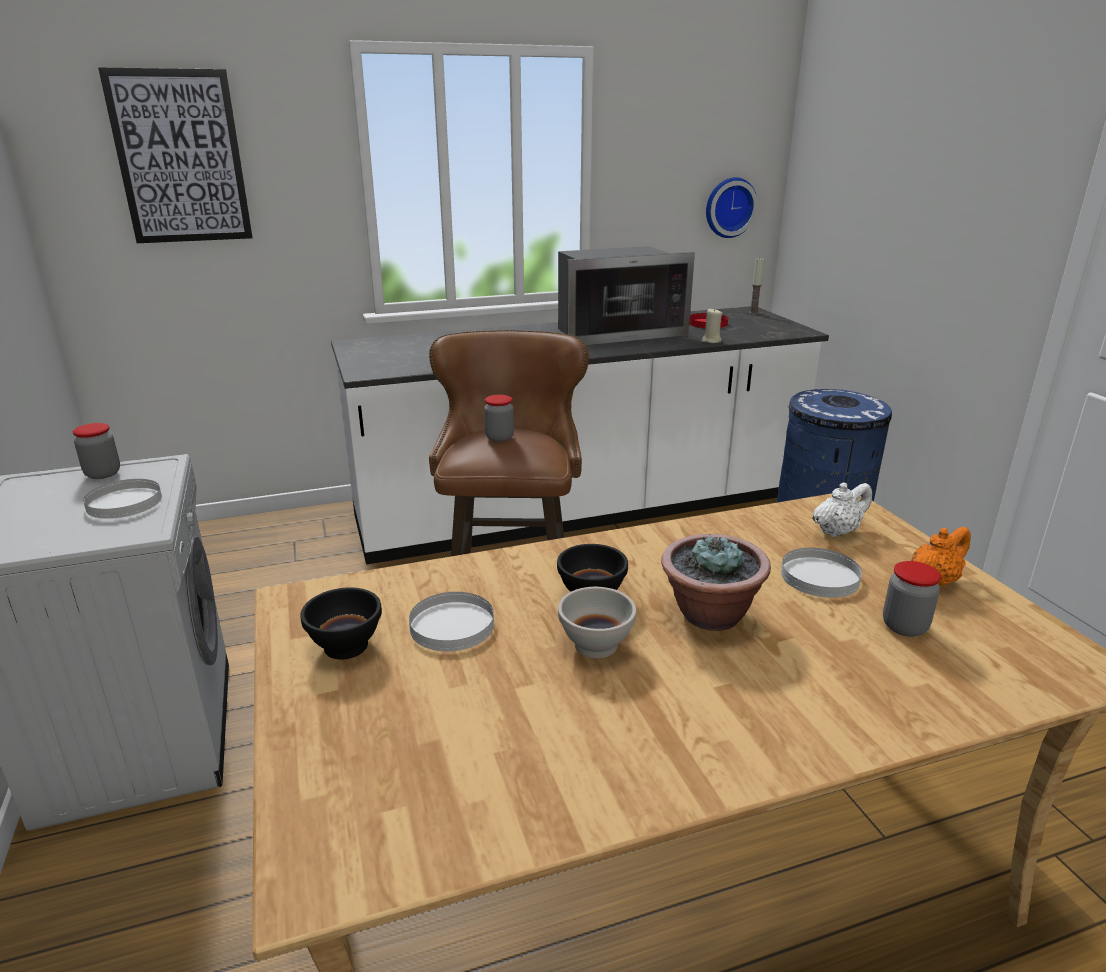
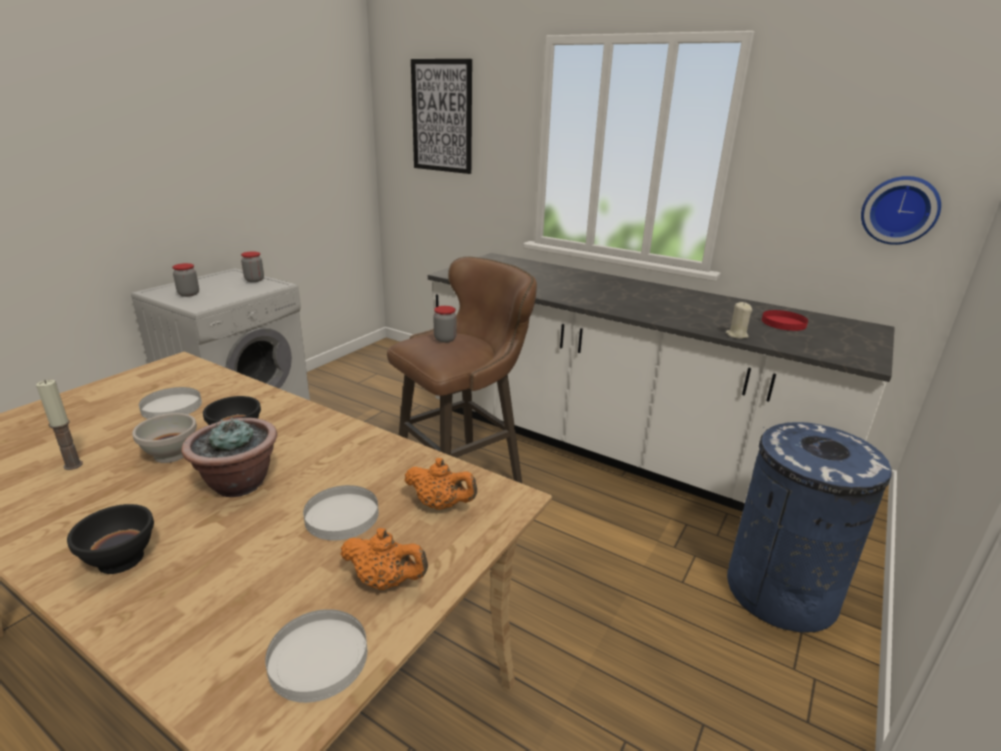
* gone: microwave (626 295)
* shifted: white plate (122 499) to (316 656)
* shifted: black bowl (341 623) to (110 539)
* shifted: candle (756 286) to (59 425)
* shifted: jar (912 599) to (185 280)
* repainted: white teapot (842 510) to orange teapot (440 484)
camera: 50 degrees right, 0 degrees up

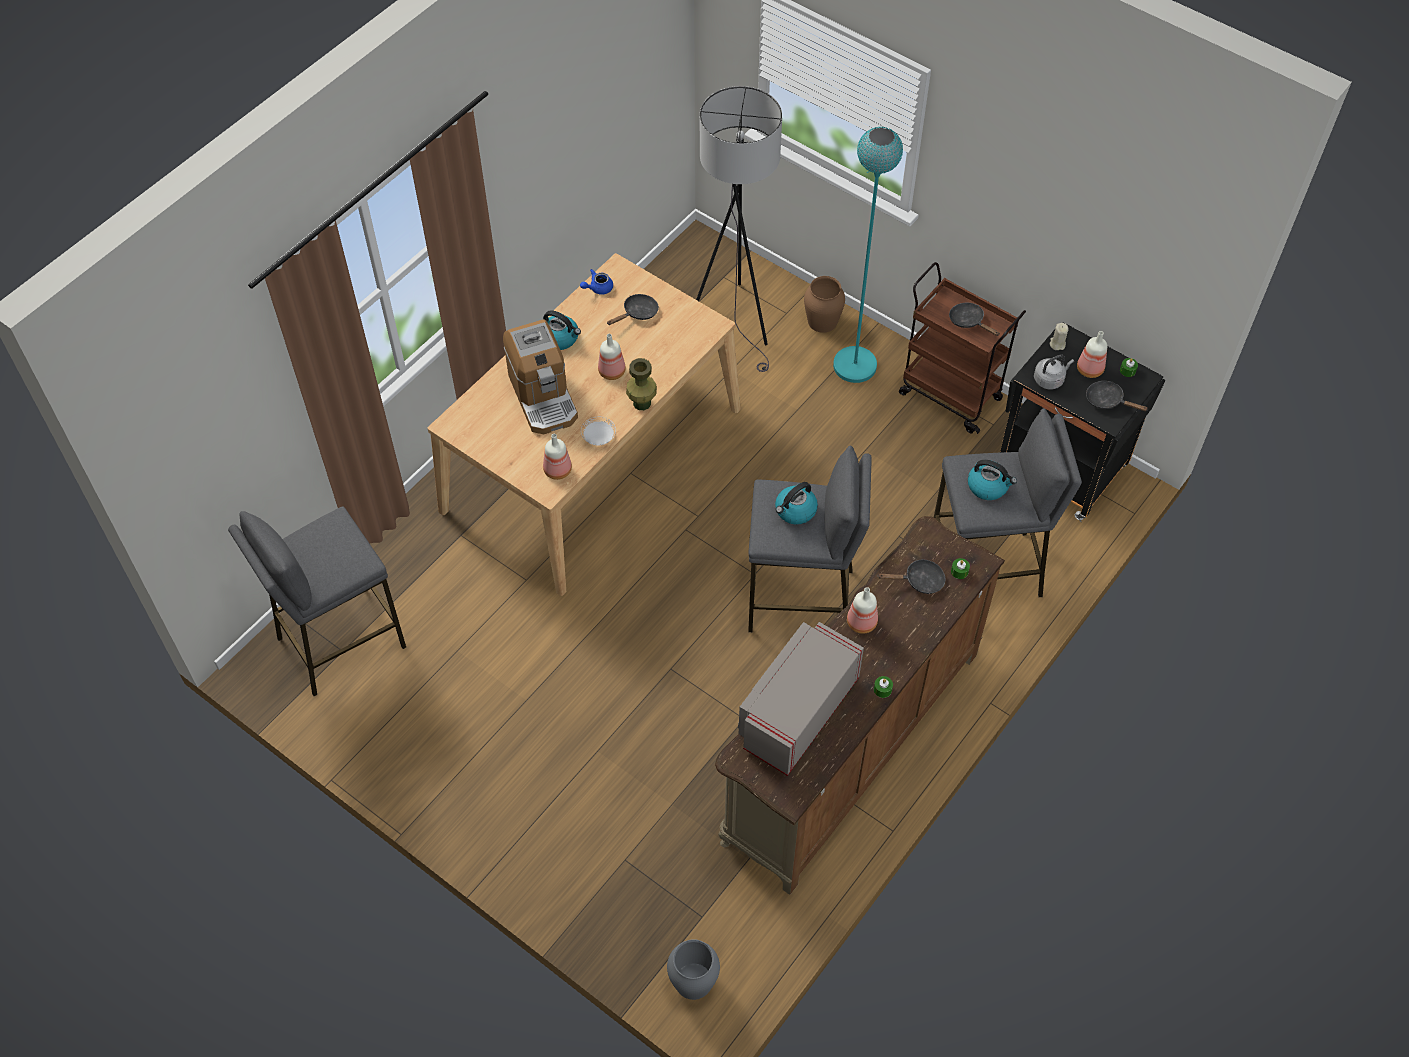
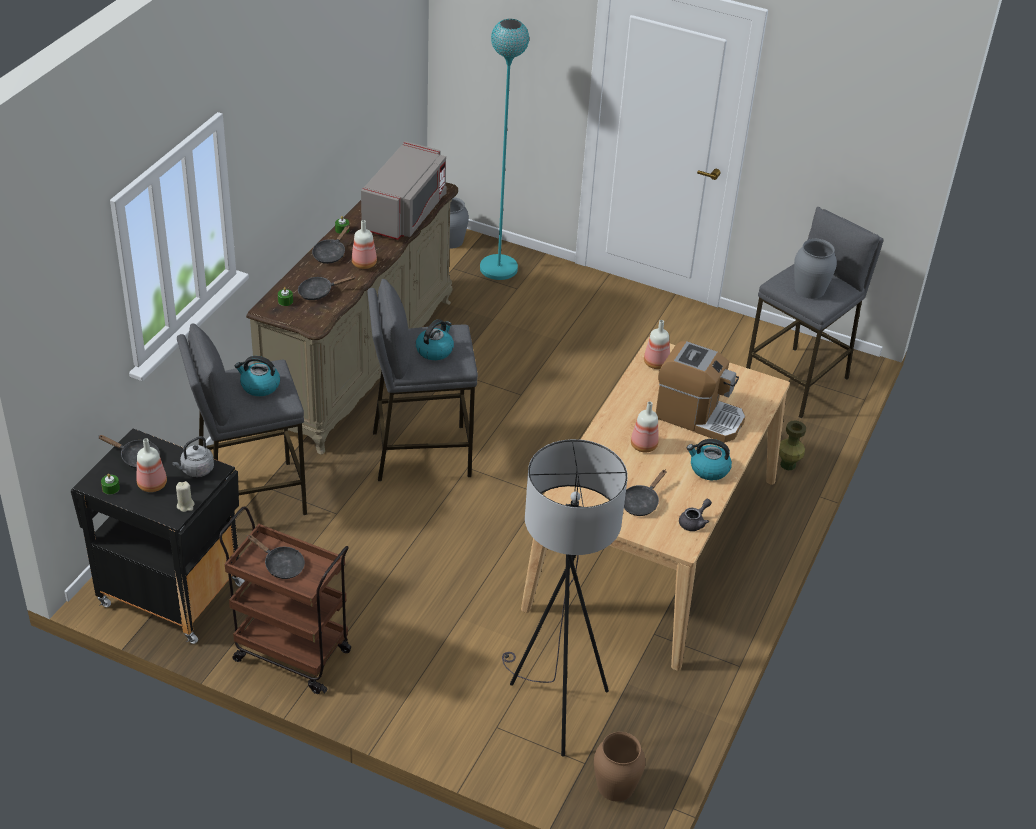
* gone: white plate (598 431)
* new: black frying pan (331 244)
* new: grey vase (815 269)
* shifted: green vase (641 384) to (792 445)
* shifted: brown vase (824 304) to (619 767)
* shifted: turquoise floor lamp (868 255) to (504 149)
* repainted: blue teapot (596 282) to grey teapot (695 515)
* rotated: coffee machine (540 376) = (700 392) 150 degrees clockwise
camera: 165 degrees right, 15 degrees down

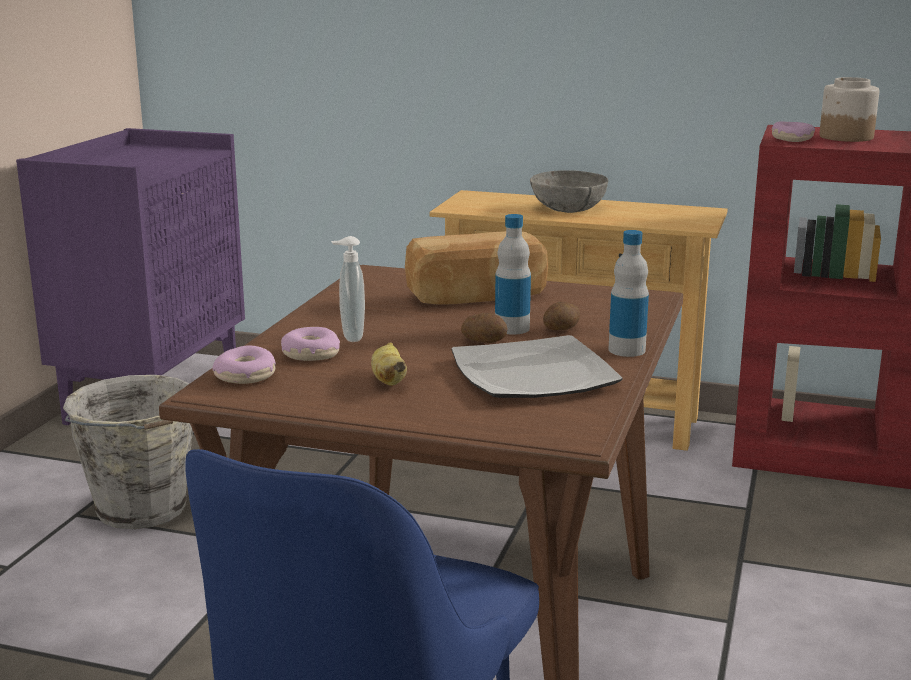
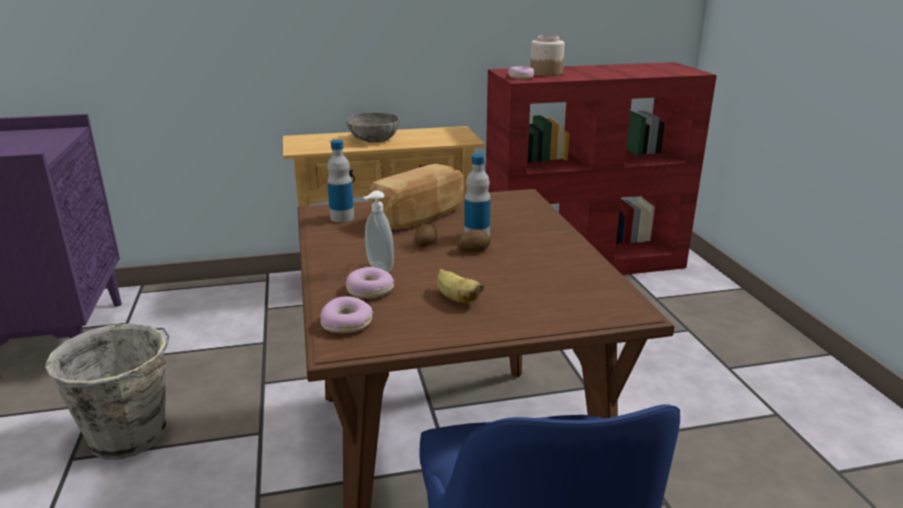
* gone: plate (537 366)
* shifted: potato (561 315) to (426 235)
* shifted: bottle (629 293) to (340 181)
camera: 30 degrees left, 5 degrees up

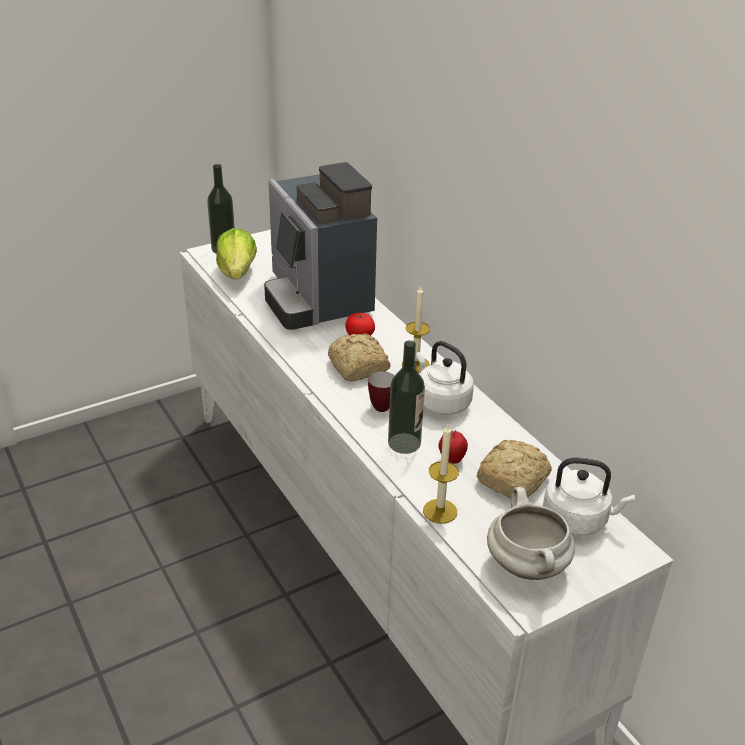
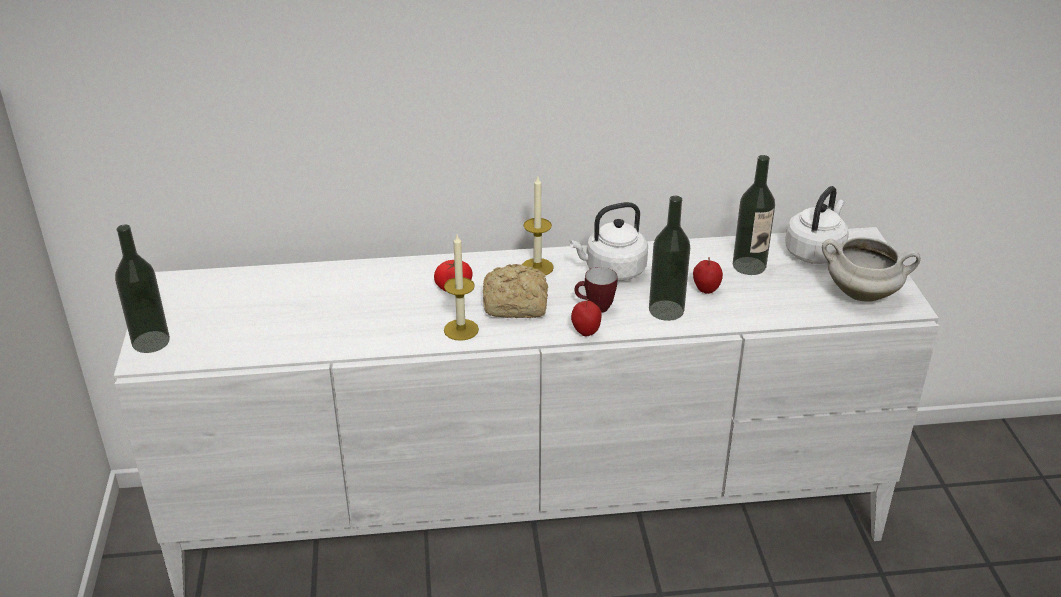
* gone: lettuce (236 253)
* gone: coffee machine (320 246)
* new: apple (586 317)
* shifted: candle (441 474) to (461 288)
* swapped: bread (514 469) to bottle (754 215)
camera: 65 degrees left, 0 degrees up

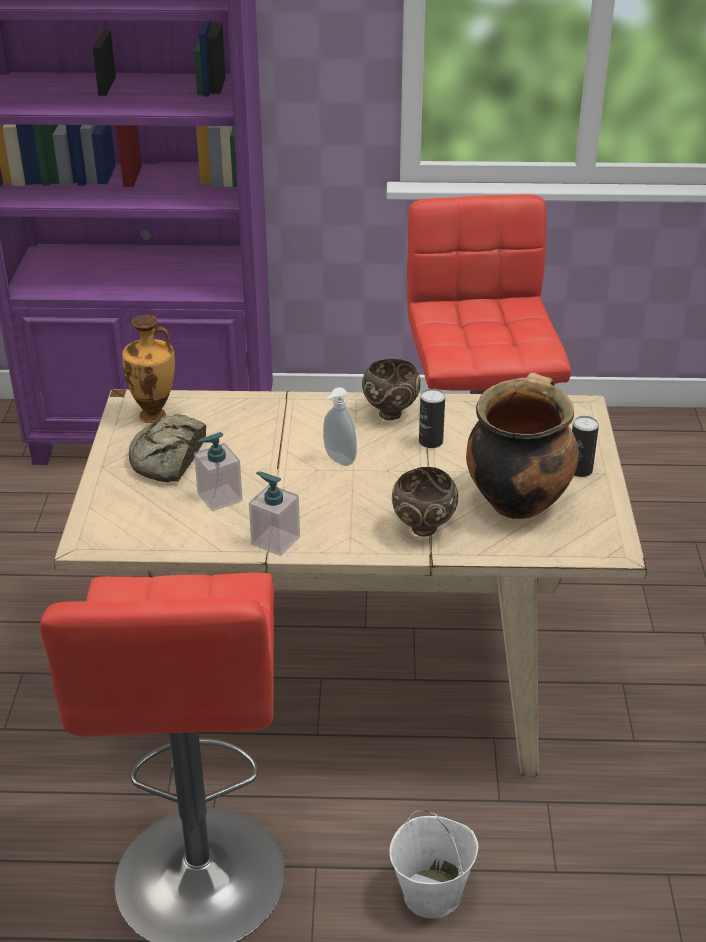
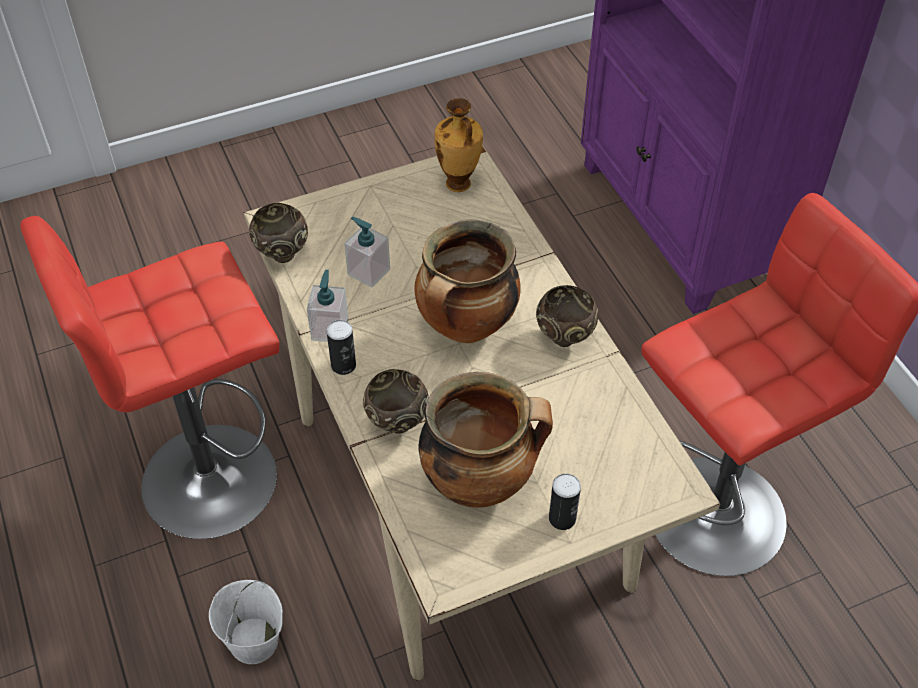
* gone: bread (167 448)
* new: brown bowl (278 233)
* shifted: can (432 418) to (341 347)
* swapped: soap dispenser (340 426) to cooking pot (467 281)
camera: 65 degrees right, 15 degrees up

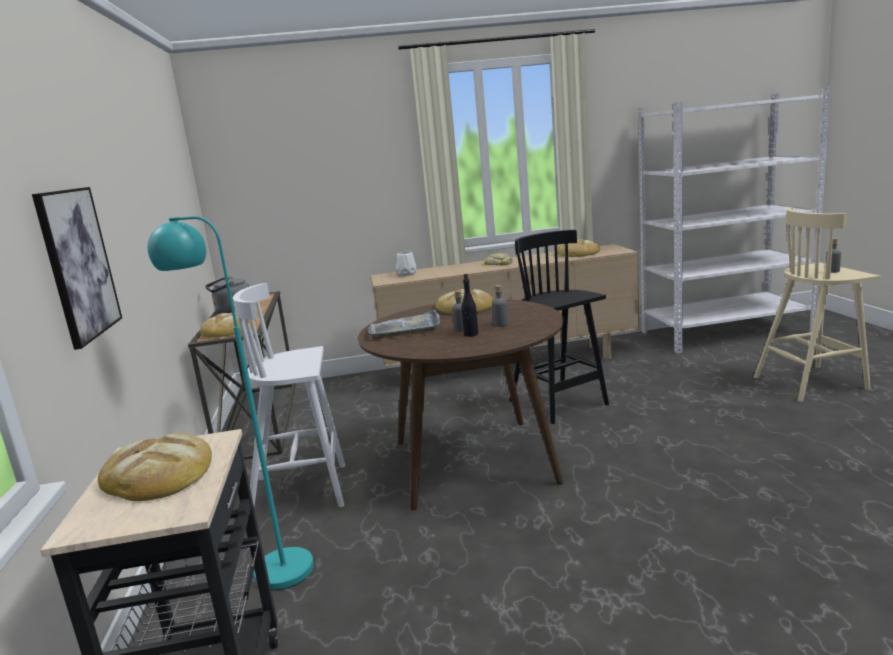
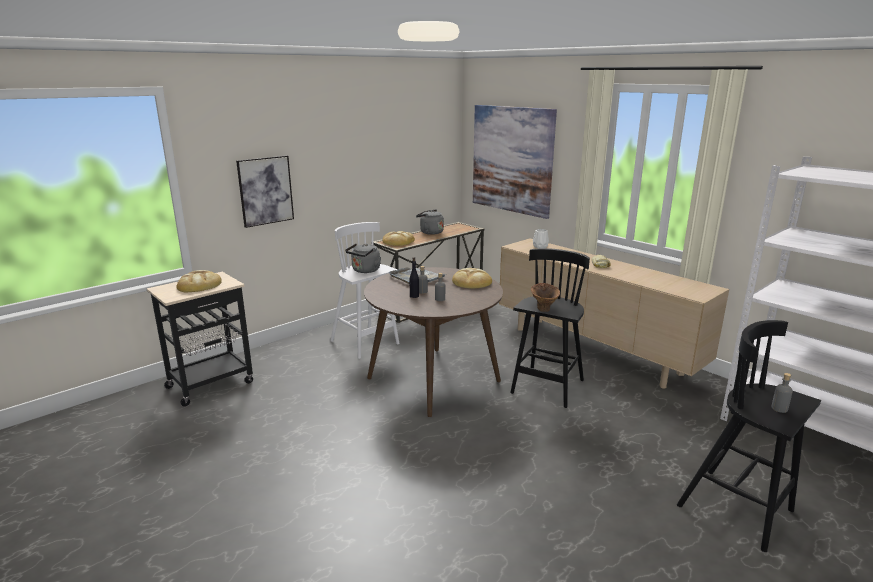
* gone: turquoise floor lamp (231 403)
* gone: bread (578 248)
* new: grey kettle (363 258)
* new: picture (515 162)
* new: brown vase (545 297)
* repainted: beige stool (817 304) to black stool (749 436)
camera: 55 degrees right, 5 degrees up

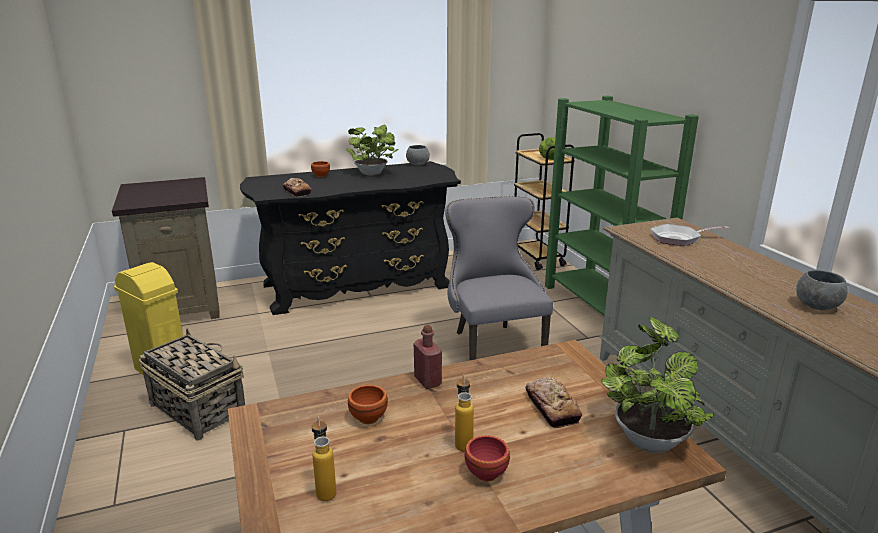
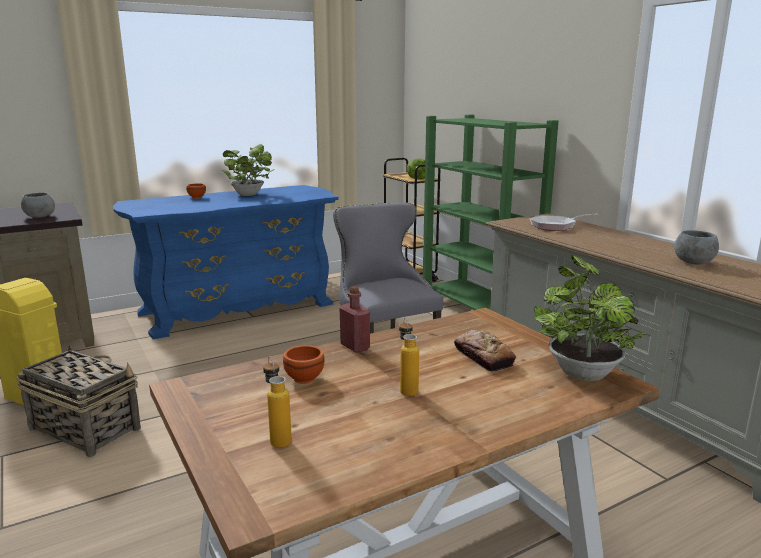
* gone: bread (297 187)
* gone: red bowl (487 458)
* shifted: grey bowl (418 155) to (38 205)
* repainted: black dresser (350 238) to blue dresser (226 262)
camera: 10 degrees left, 5 degrees down

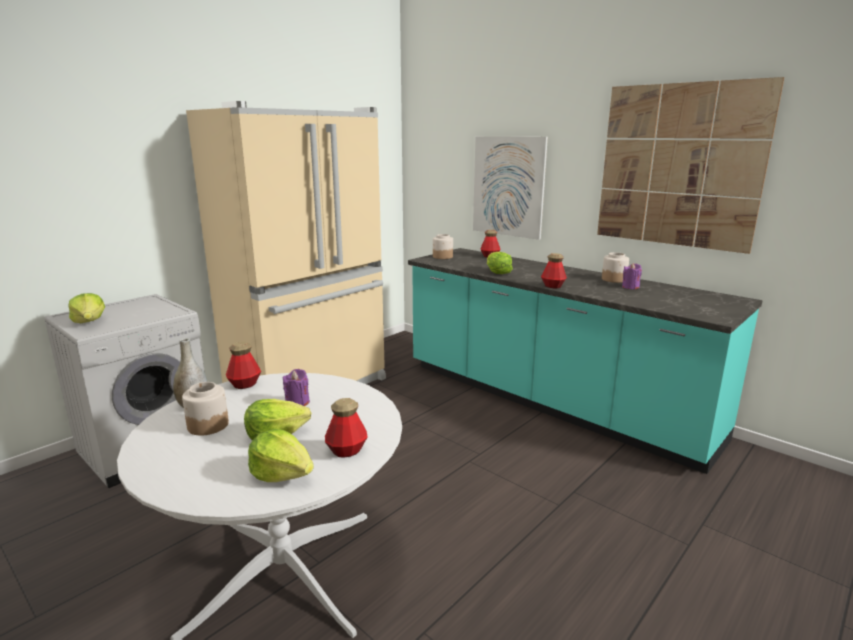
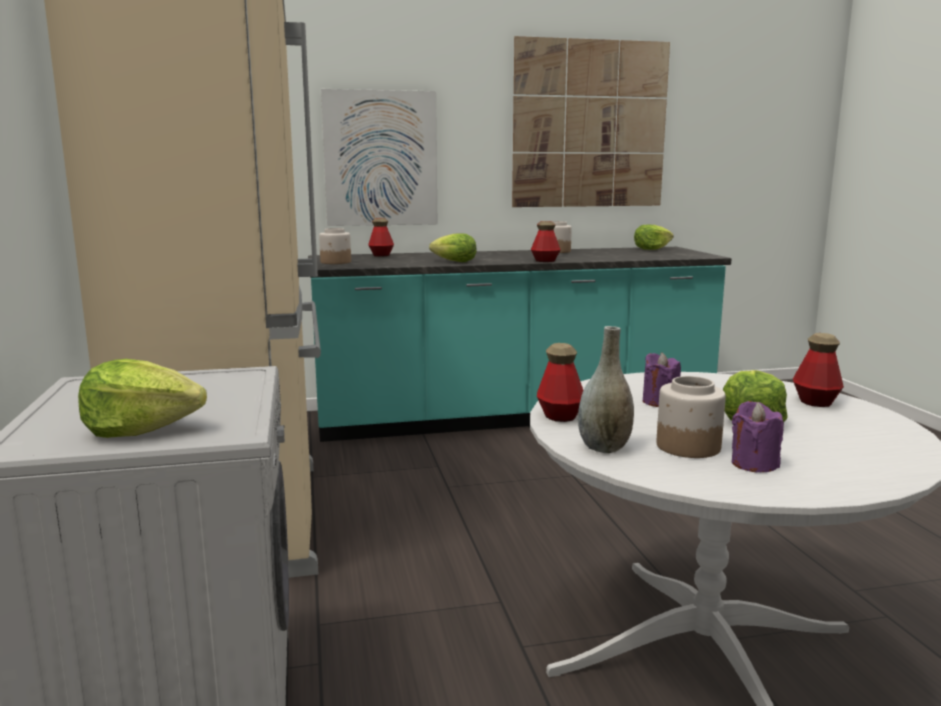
* shifted: lettuce (281 455) to (654 237)
* shifted: purple candle (632 276) to (758 436)
camera: 55 degrees left, 5 degrees down

